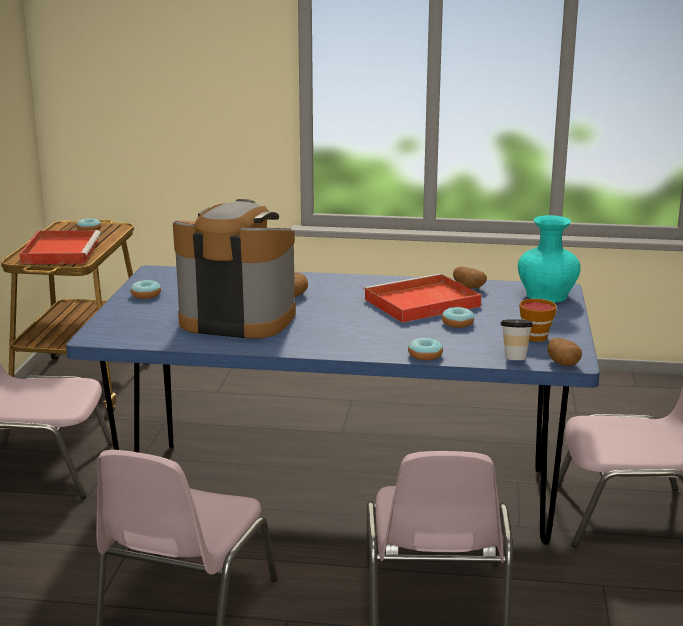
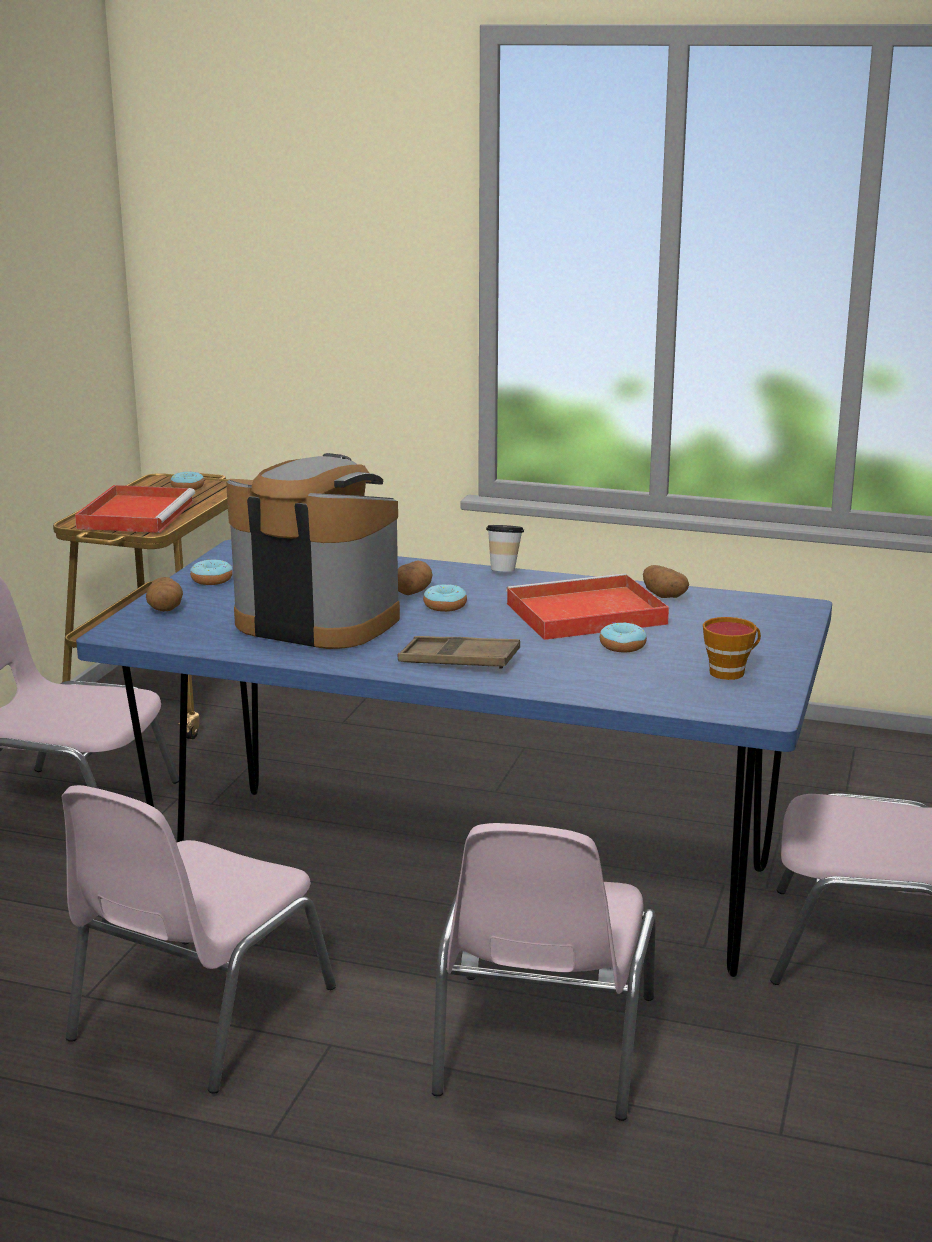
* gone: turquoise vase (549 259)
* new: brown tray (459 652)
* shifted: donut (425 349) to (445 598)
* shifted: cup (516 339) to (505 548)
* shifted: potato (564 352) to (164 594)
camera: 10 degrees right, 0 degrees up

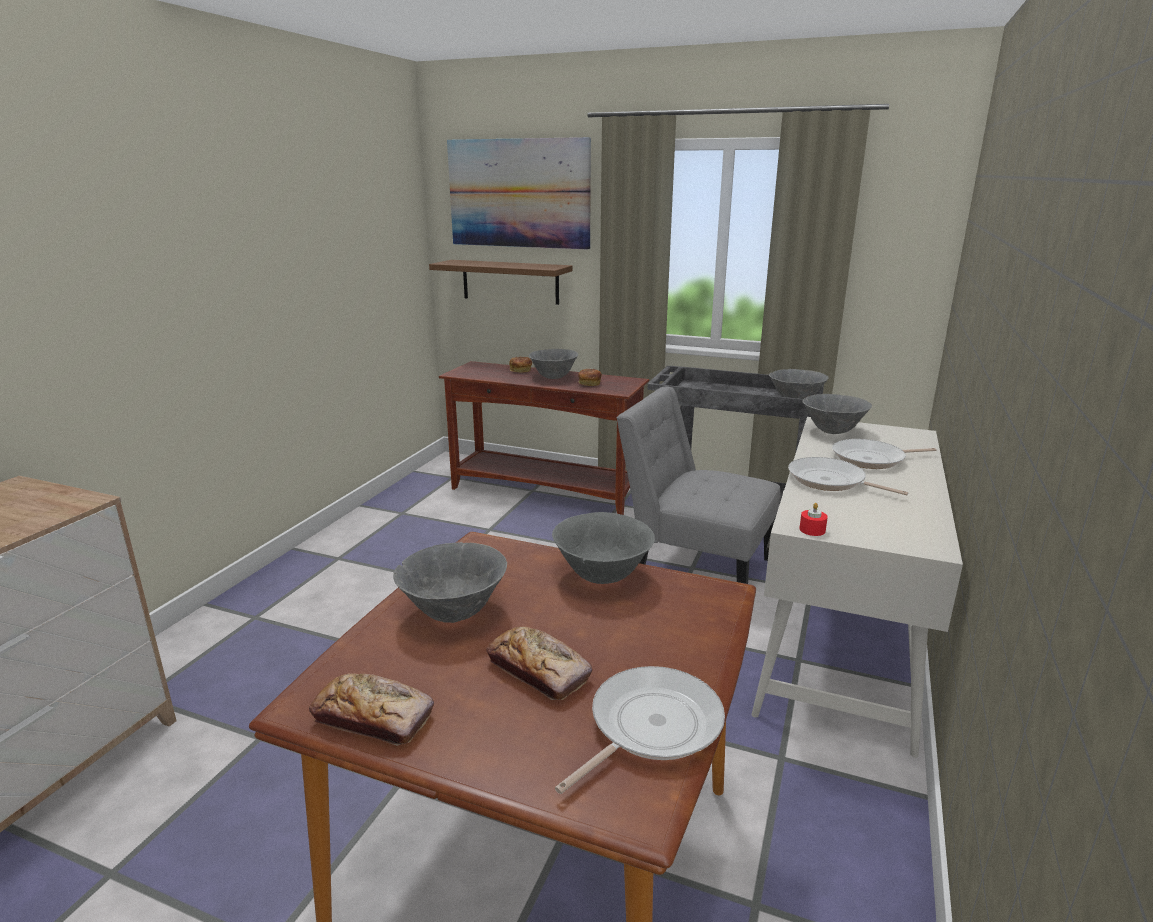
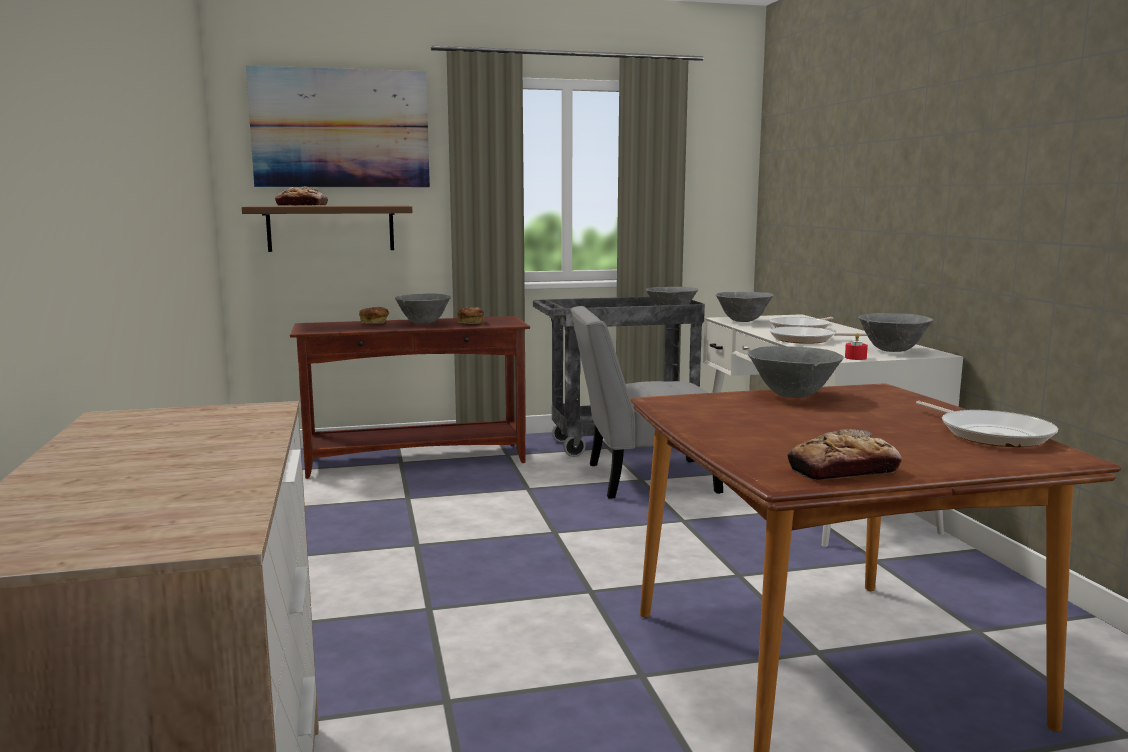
* shifted: grey bowl (450 582) to (895 332)
* shifted: bread (539 663) to (301 196)
* rotated: frying pan (640 730) = (987 424) 150 degrees clockwise
camera: 35 degrees left, 10 degrees down

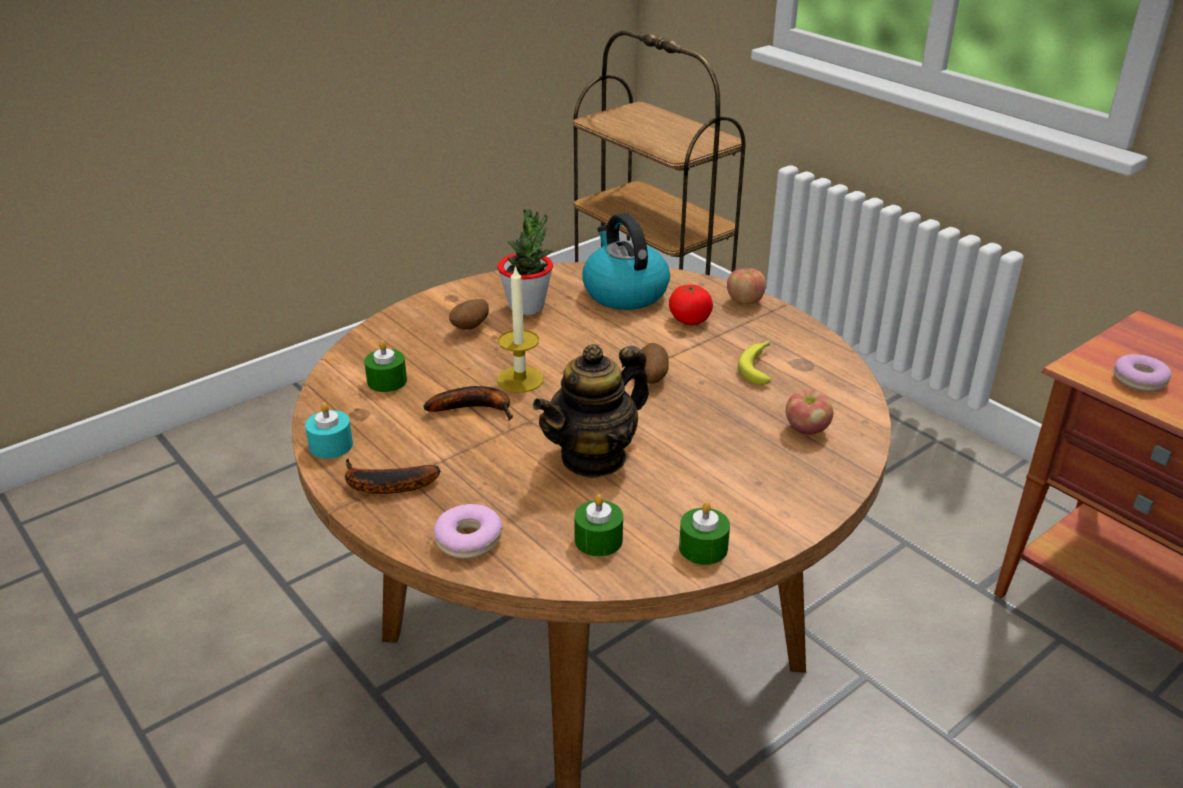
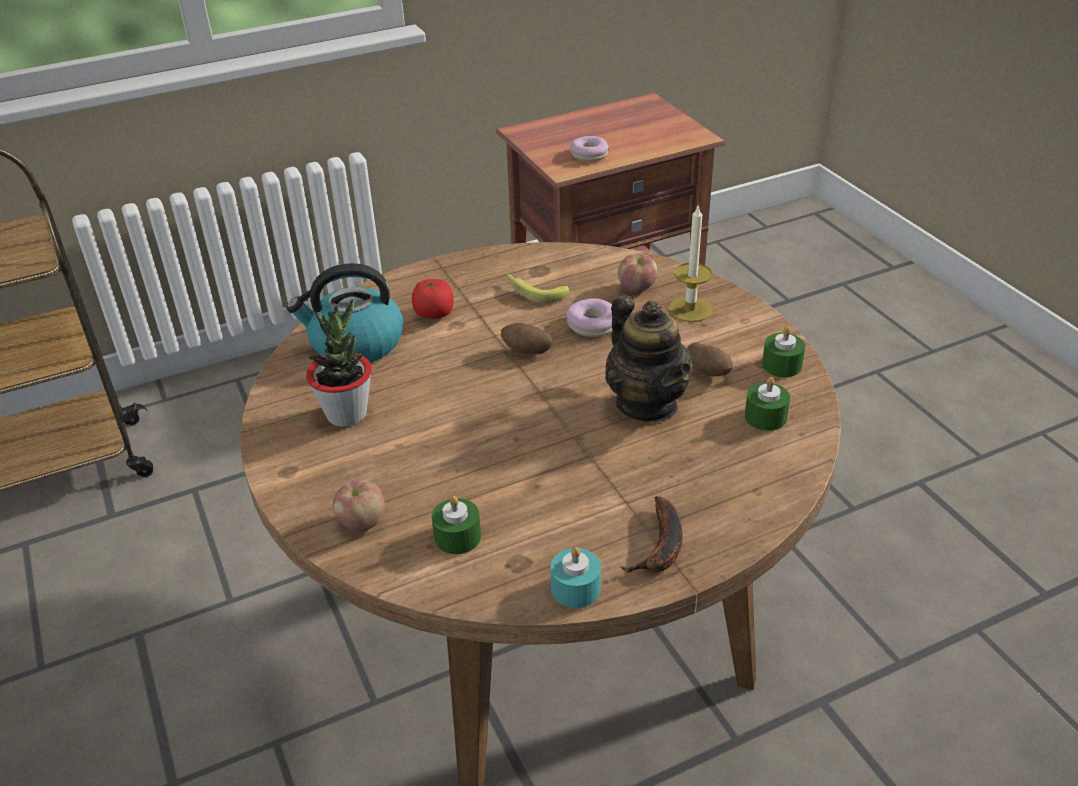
* gone: banana (468 403)
* shifted: donut (468 531) to (589 317)
* shifted: potato (469 314) to (710 359)
* shifted: candle (520 329) to (690 263)
* shifted: apple (746 286) to (359 505)
camera: 75 degrees left, 5 degrees up

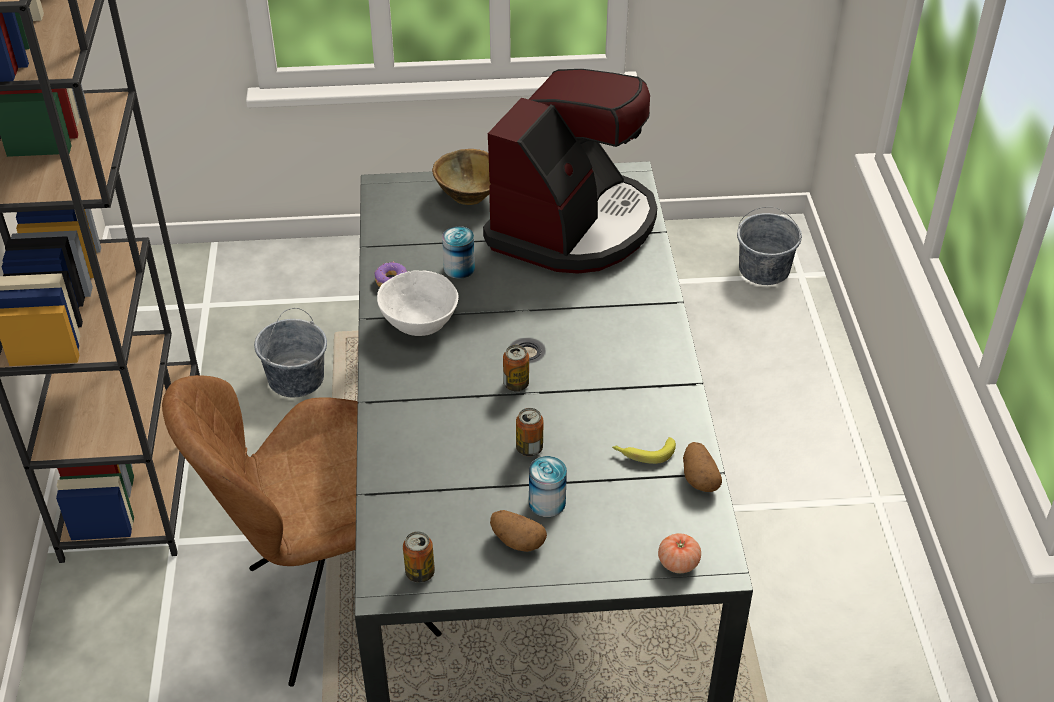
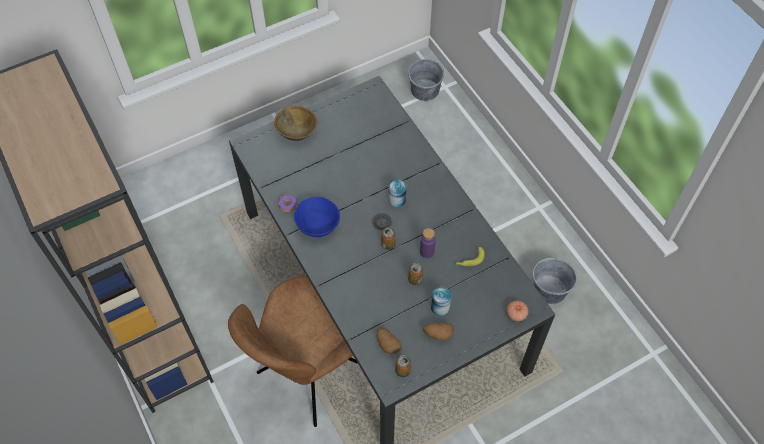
* gone: coffee machine (570 171)
* new: purple bottle (428 243)
* shifted: grey bucket (290 352) to (554 280)
* shifted: can (458 252) to (397 193)
* shifted: potato (702 467) to (389 340)
* repainted: white bowl (417 303) to blue bowl (317 217)
camera: 25 degrees left, 15 degrees up

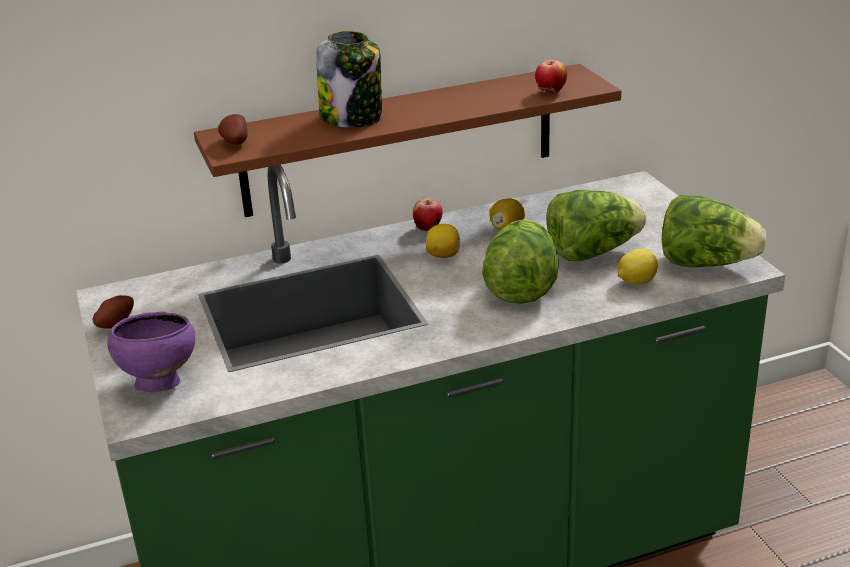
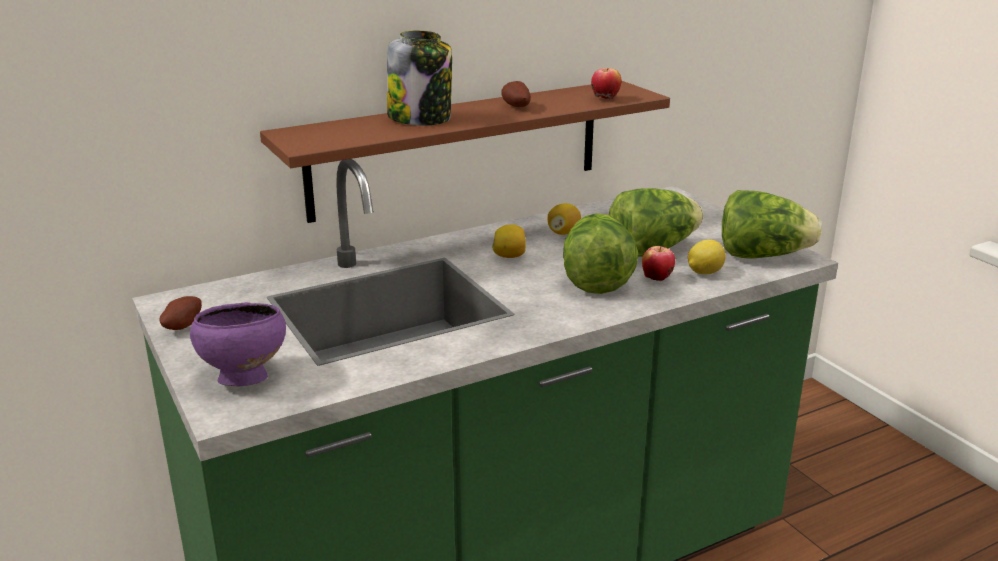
* shifted: potato (233 129) to (516 94)
* shifted: apple (428 215) to (658 263)
camera: 10 degrees left, 5 degrees down

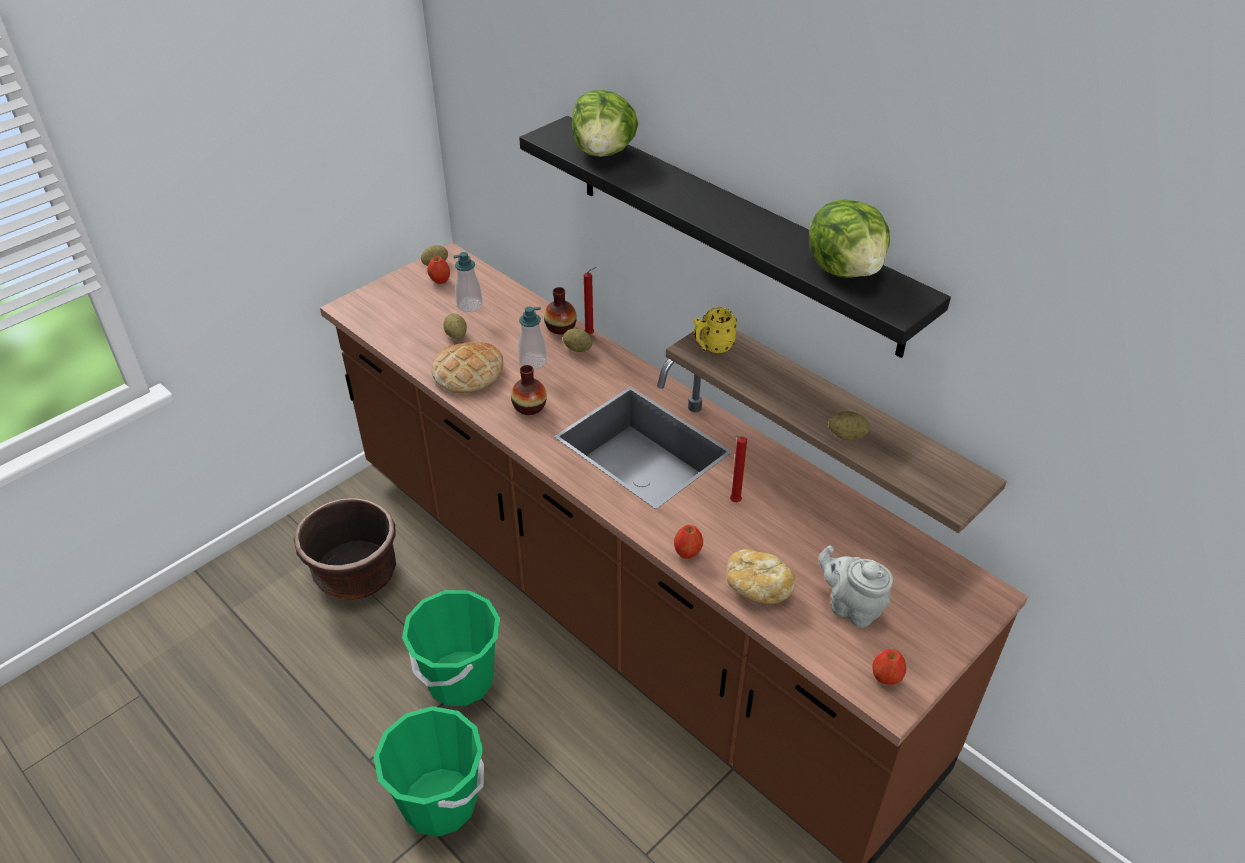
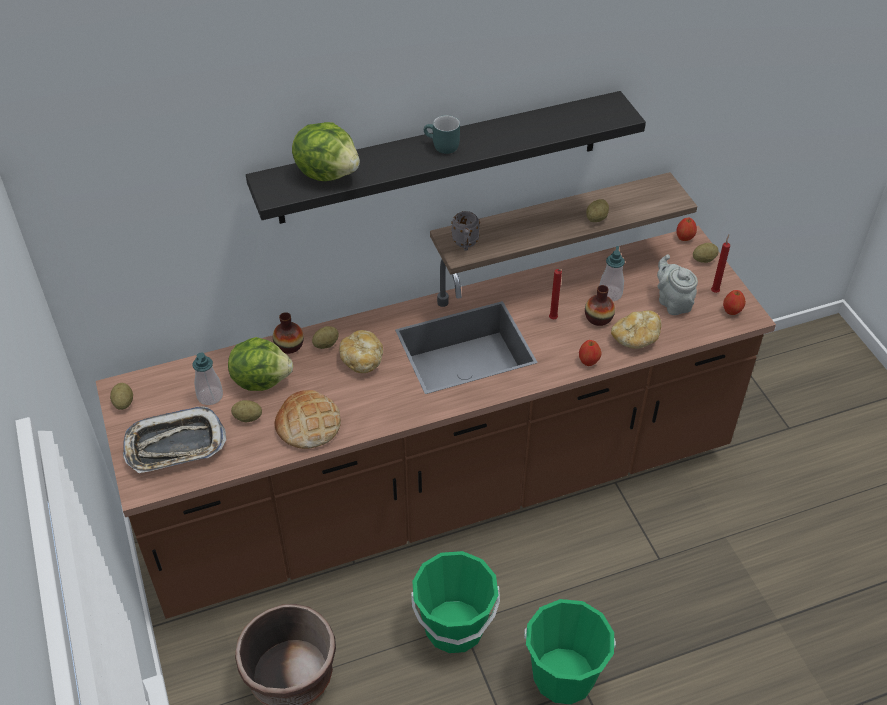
* new: tray (175 439)
* new: bread (361 351)
* new: turquoise mug (442 134)
* new: potato (706 253)
* shifted: apple (438 270) to (686 229)
* shifted: vase (529 390) to (600 305)
* shifted: soap dispenser (532 338) to (612 273)
* shifted: red candle (590 301) to (720 264)
* shifted: lettuce (849 238) to (260 364)
* repainted: yellow mug (715 330) to grey mug (465 231)
* rotated: grey teapot (855 586) = (677 284) 90 degrees clockwise
camera: 65 degrees left, 5 degrees up

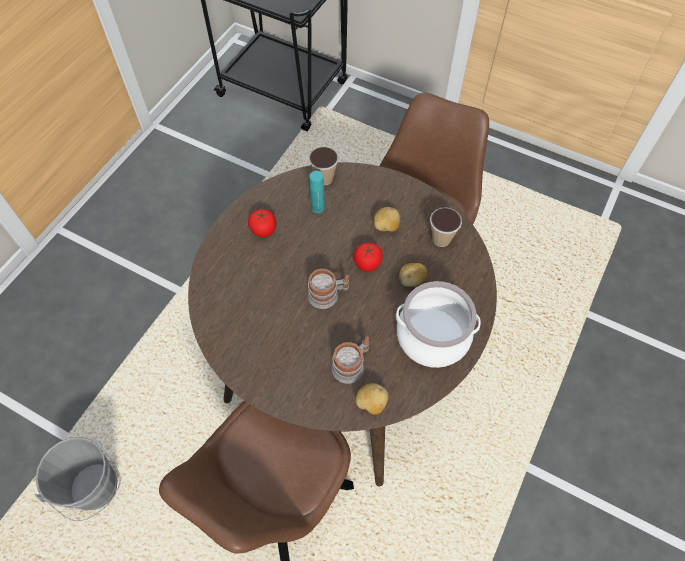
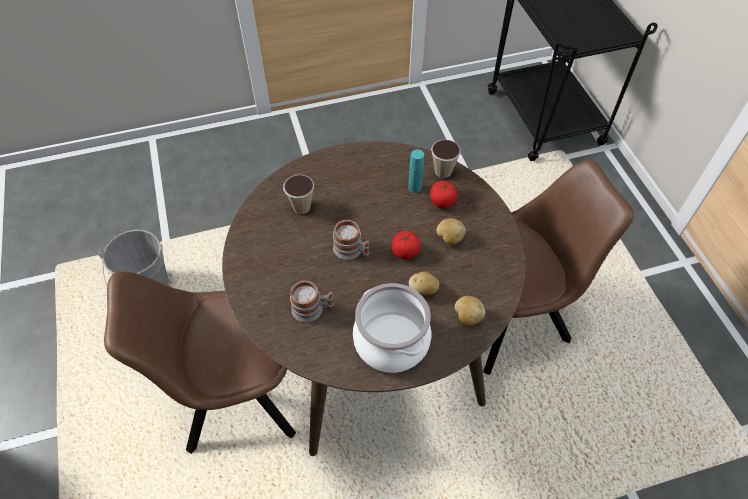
* shifted: tomato (262 223) to (443 195)
* shifted: potato (372 399) to (470 310)
* shifted: cup (446 227) to (298 194)
camera: 45 degrees right, 5 degrees down

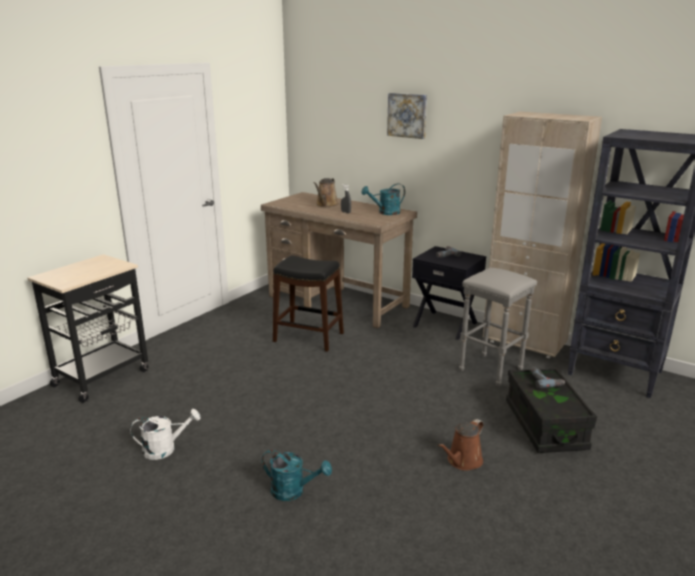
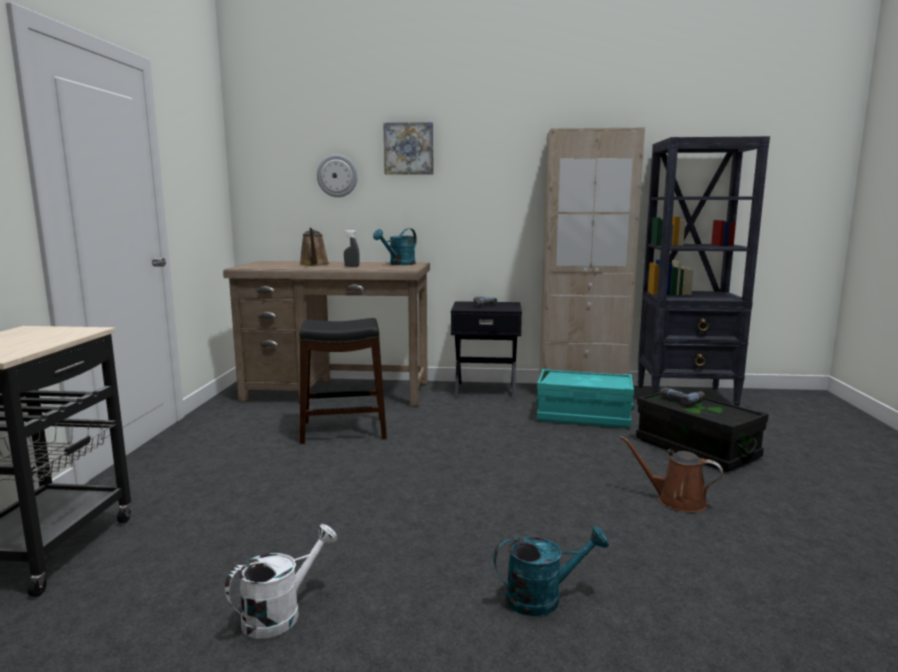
* new: wall clock (337 175)
* swapped: grey stool (498 327) to turquoise storage box (585 398)
* rotated: brown watering can (461 445) = (671 474) 105 degrees clockwise
camera: 30 degrees left, 10 degrees down

